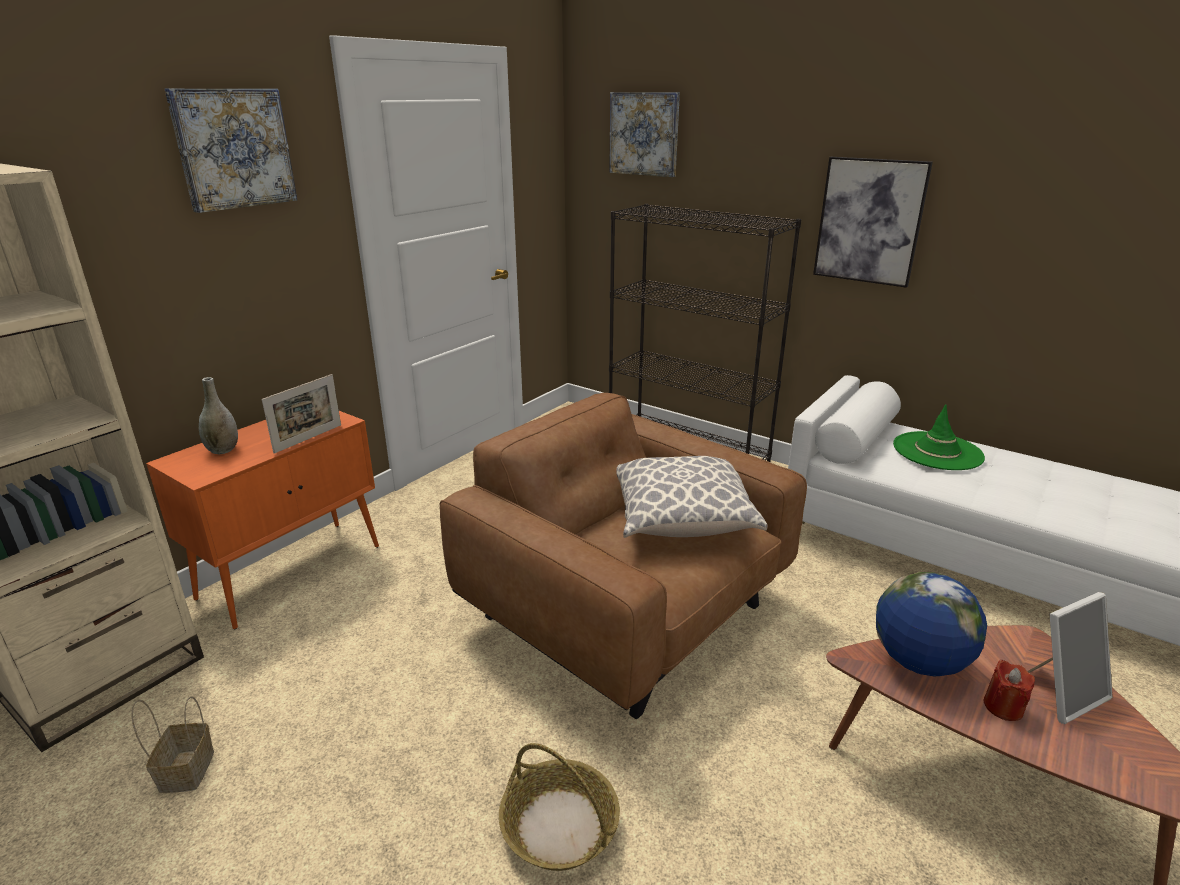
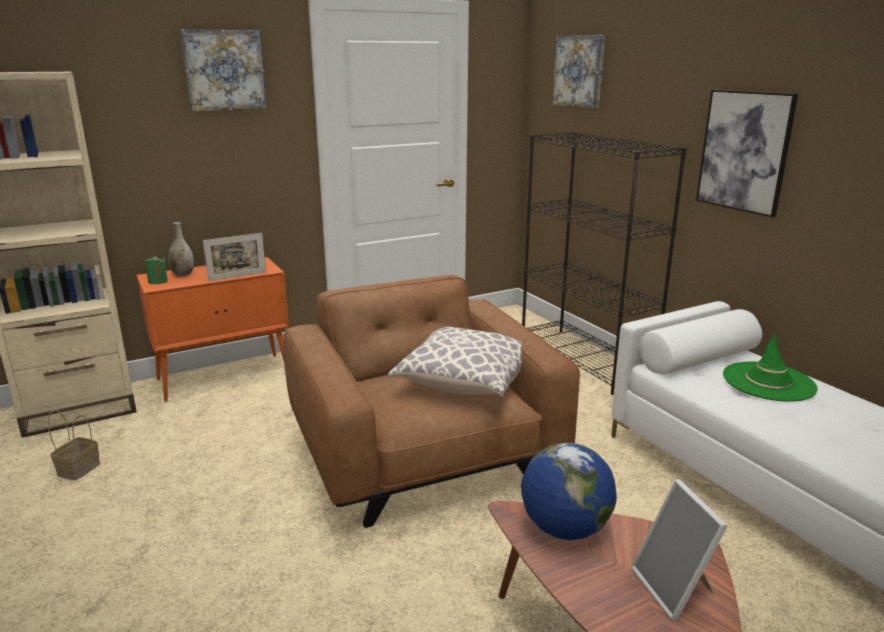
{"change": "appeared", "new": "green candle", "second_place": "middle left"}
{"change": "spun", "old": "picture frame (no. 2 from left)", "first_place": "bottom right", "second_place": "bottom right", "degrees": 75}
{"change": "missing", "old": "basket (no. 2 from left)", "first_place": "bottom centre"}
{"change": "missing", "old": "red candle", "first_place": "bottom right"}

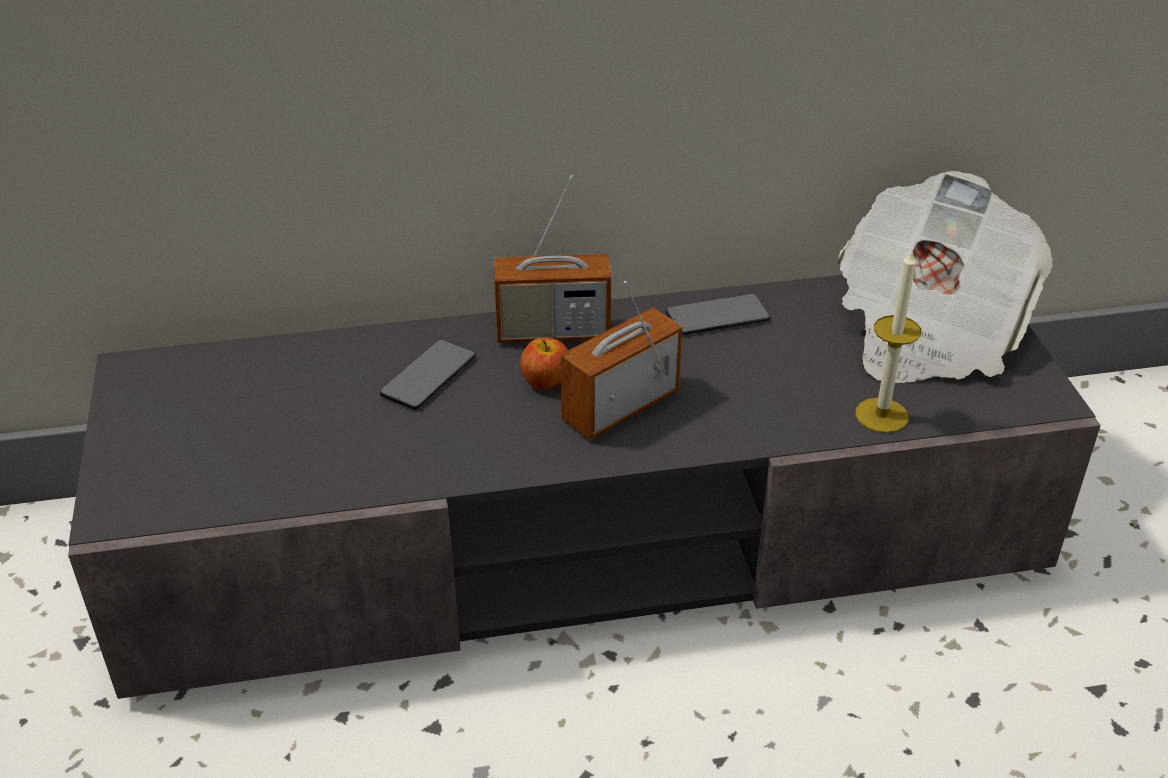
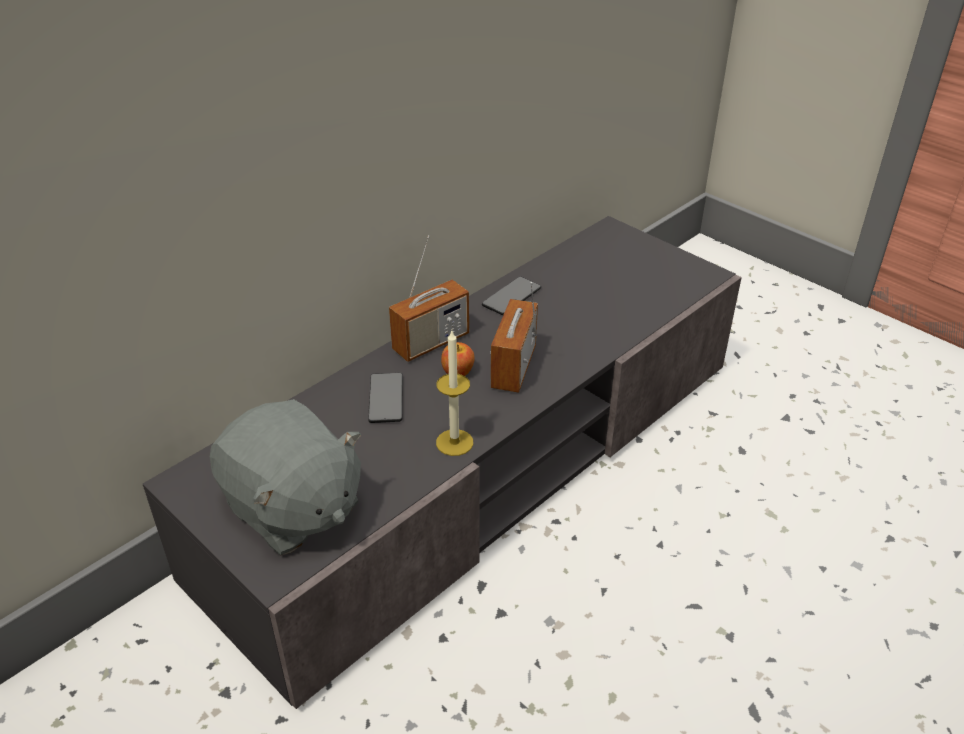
{"change": "appeared", "new": "grey plush toy", "second_place": "middle left"}
{"change": "relocated", "old": "candle", "first_place": "middle right", "second_place": "centre"}
{"change": "missing", "old": "newspaper", "first_place": "middle right"}

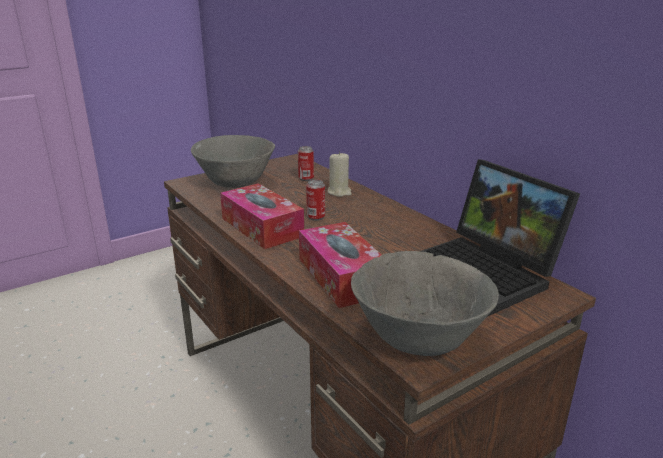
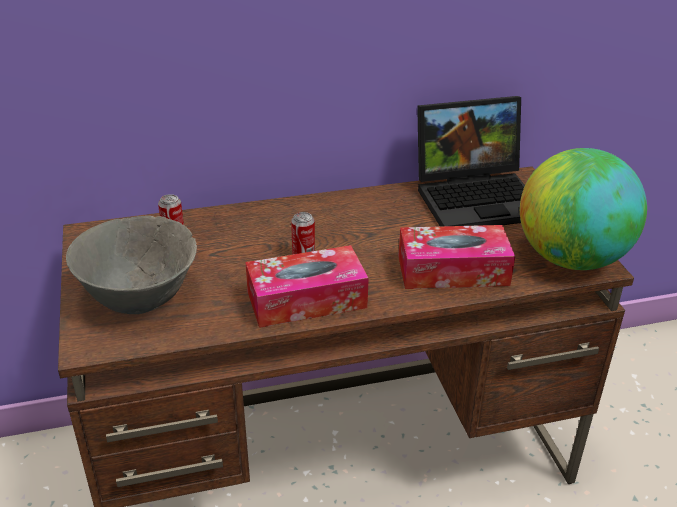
{"change": "exchanged", "old": "grey bowl (no. 2 from left)", "new": "globe", "first_place": "centre", "second_place": "middle right"}
{"change": "missing", "old": "beige candle", "first_place": "centre"}

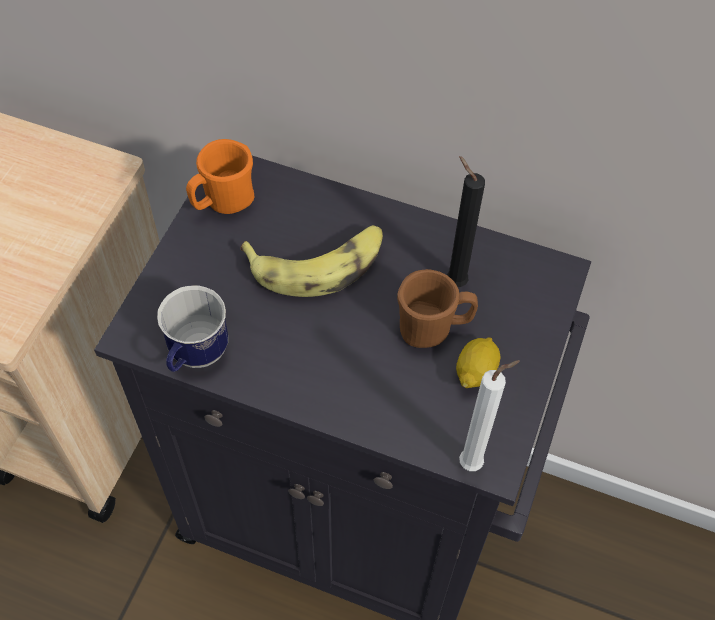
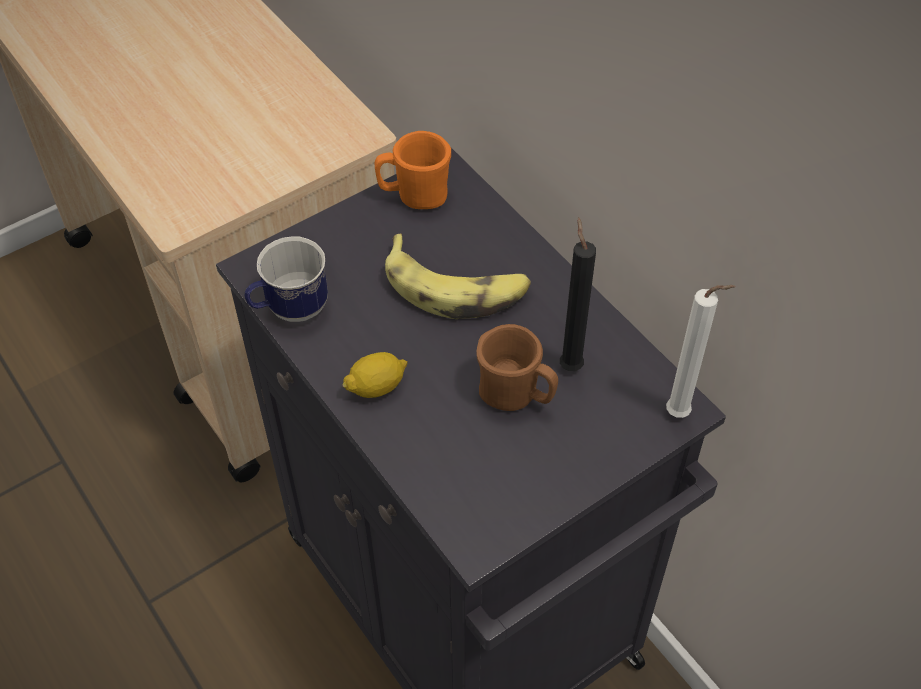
{"change": "relocated", "old": "lemon", "first_place": "middle right", "second_place": "centre"}
{"change": "relocated", "old": "white candle", "first_place": "bottom right", "second_place": "middle right"}

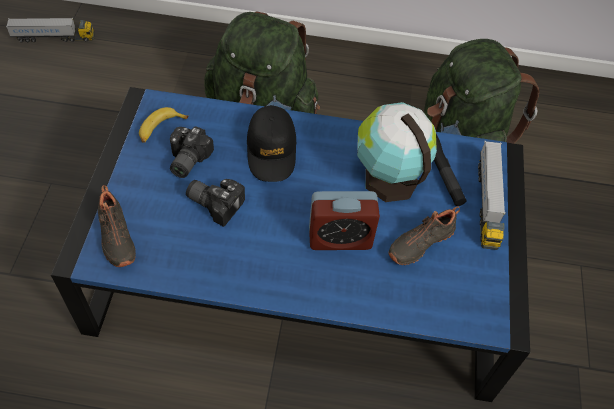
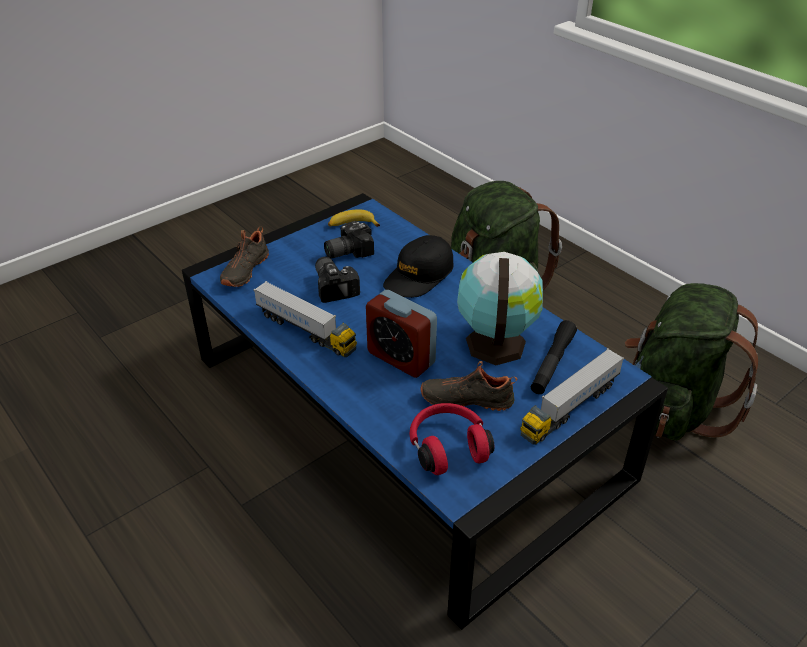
{"change": "relocated", "old": "toy truck (no. 1 from left)", "first_place": "top left", "second_place": "centre"}
{"change": "appeared", "new": "red headphones", "second_place": "bottom centre"}

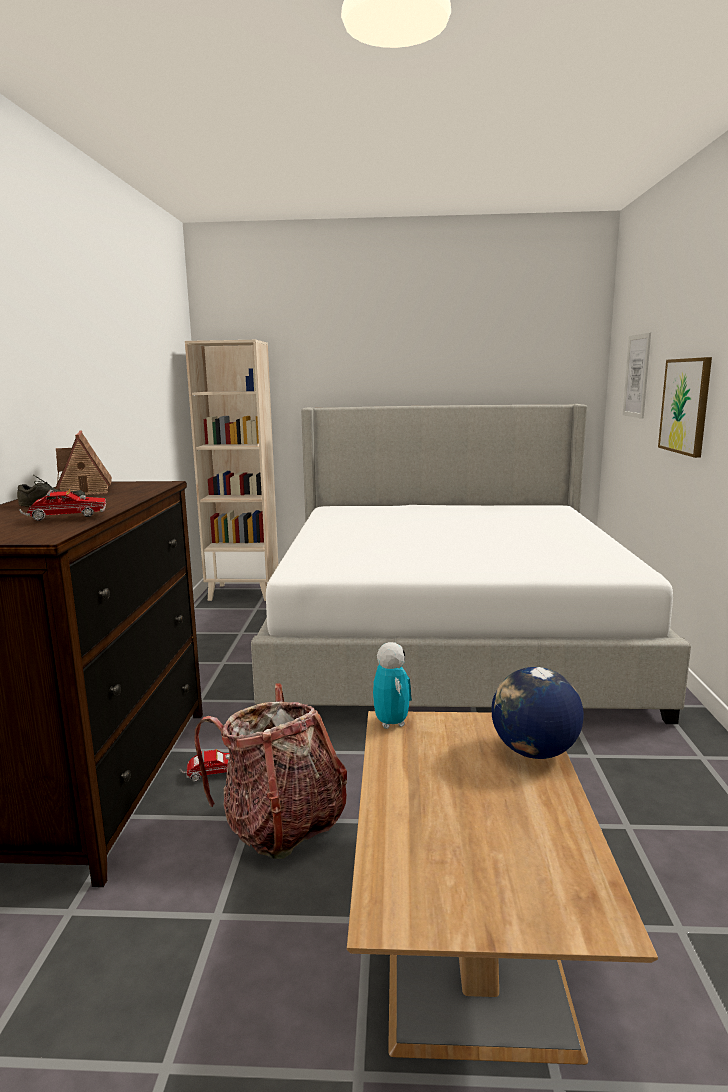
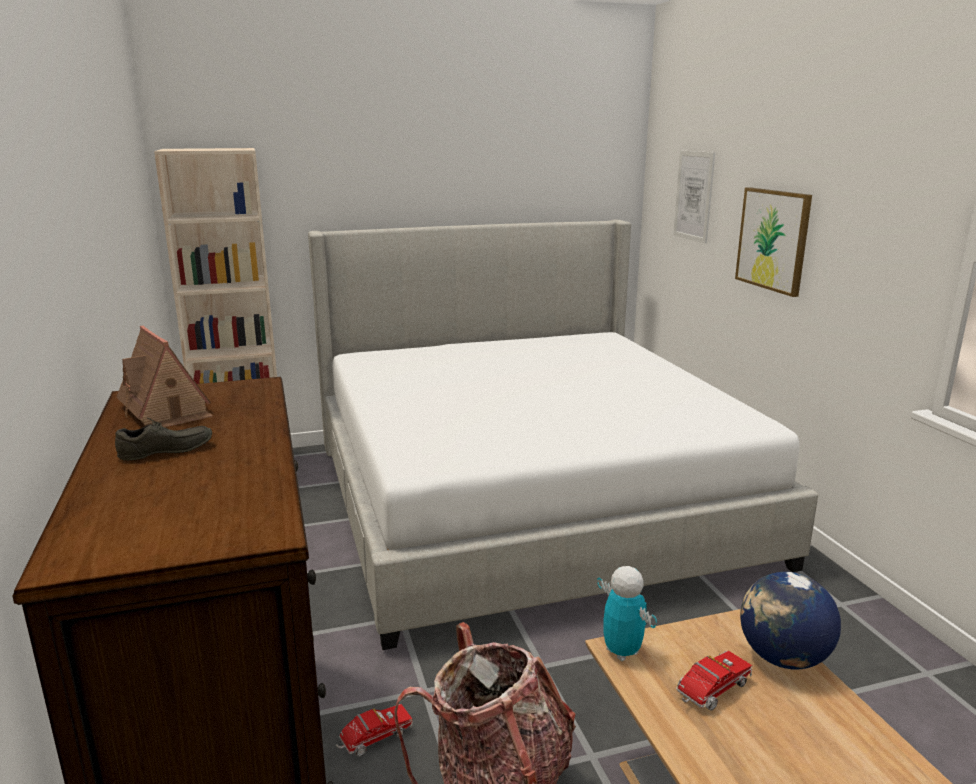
{"change": "relocated", "old": "toy truck (no. 1 from left in the first image)", "new": "toy truck (no. 2 from left)", "first_place": "middle left", "second_place": "bottom right"}

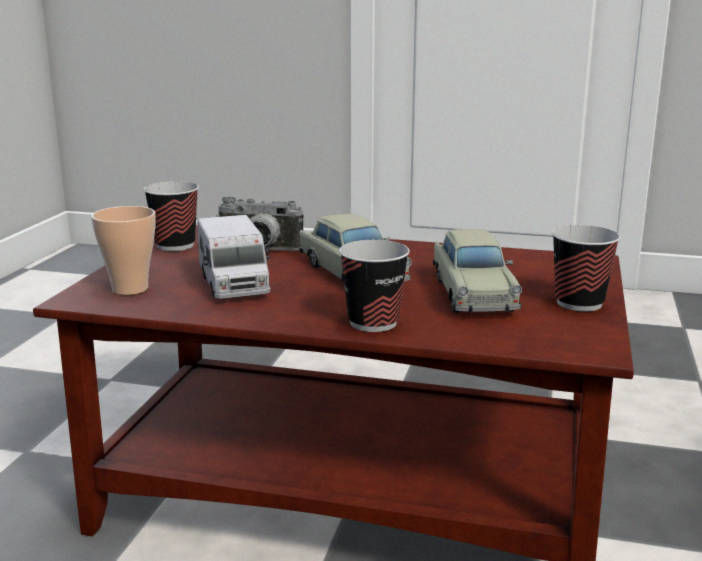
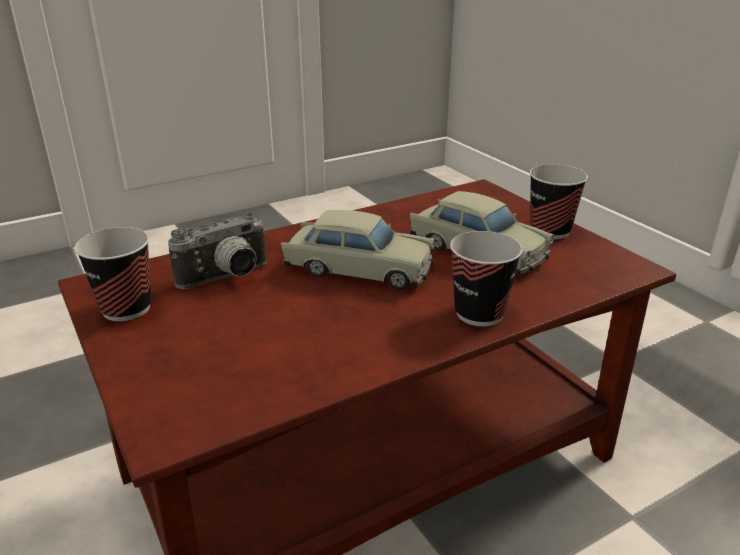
{"change": "missing", "old": "cup (no. 1 from left)", "first_place": "middle left"}
{"change": "missing", "old": "toy truck", "first_place": "centre"}

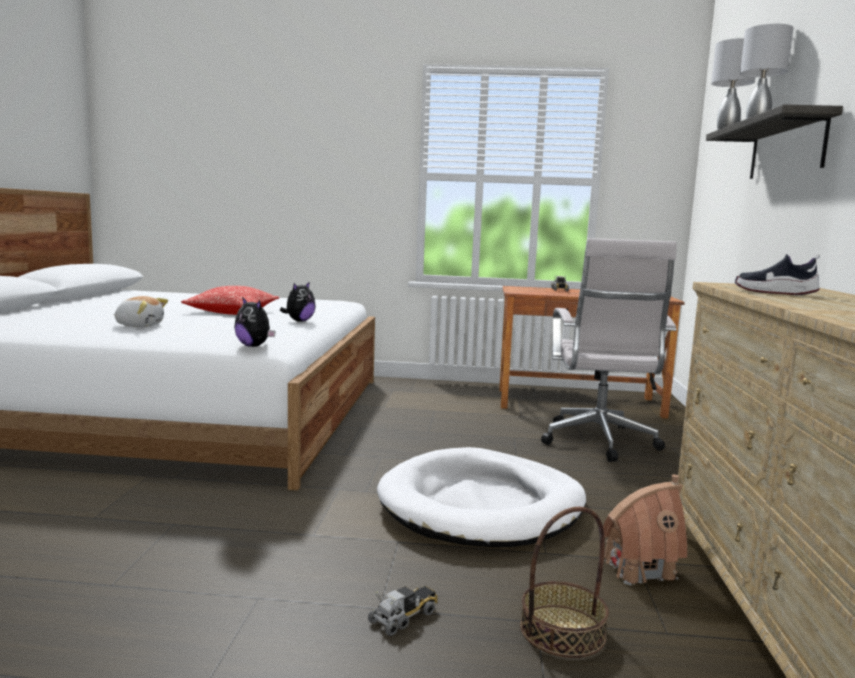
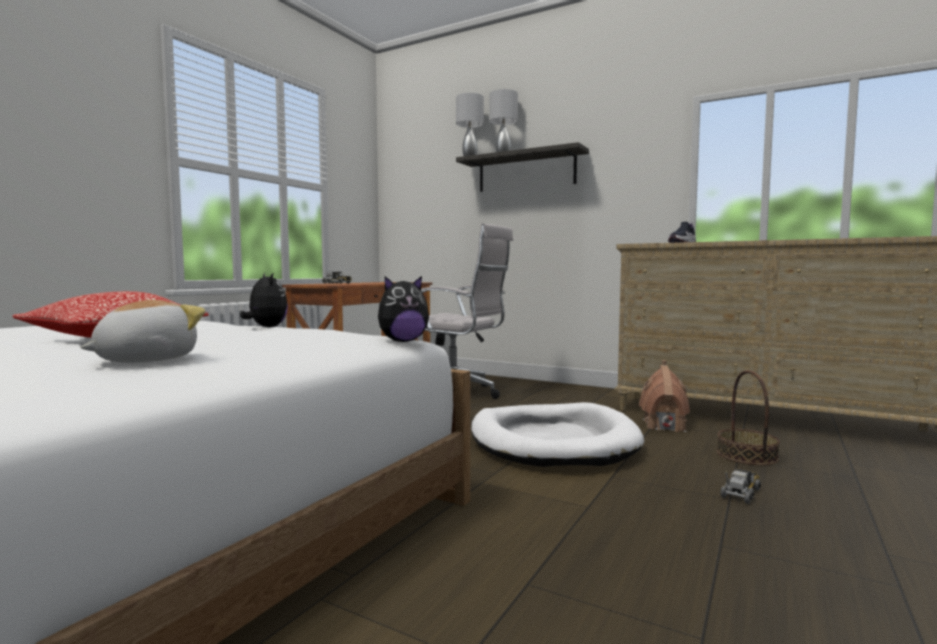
{"change": "spun", "old": "toy truck (no. 1 from left in the first image)", "first_place": "bottom centre", "second_place": "bottom right", "degrees": 60}

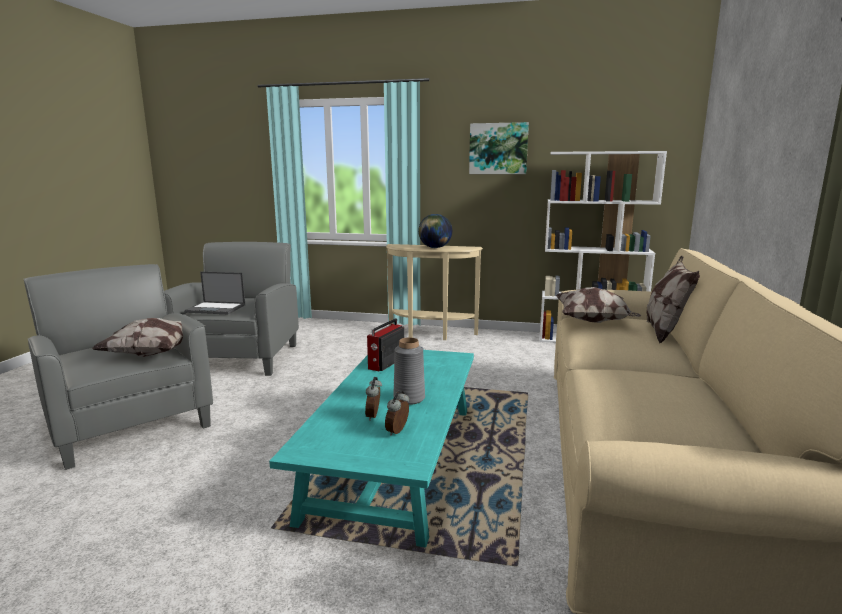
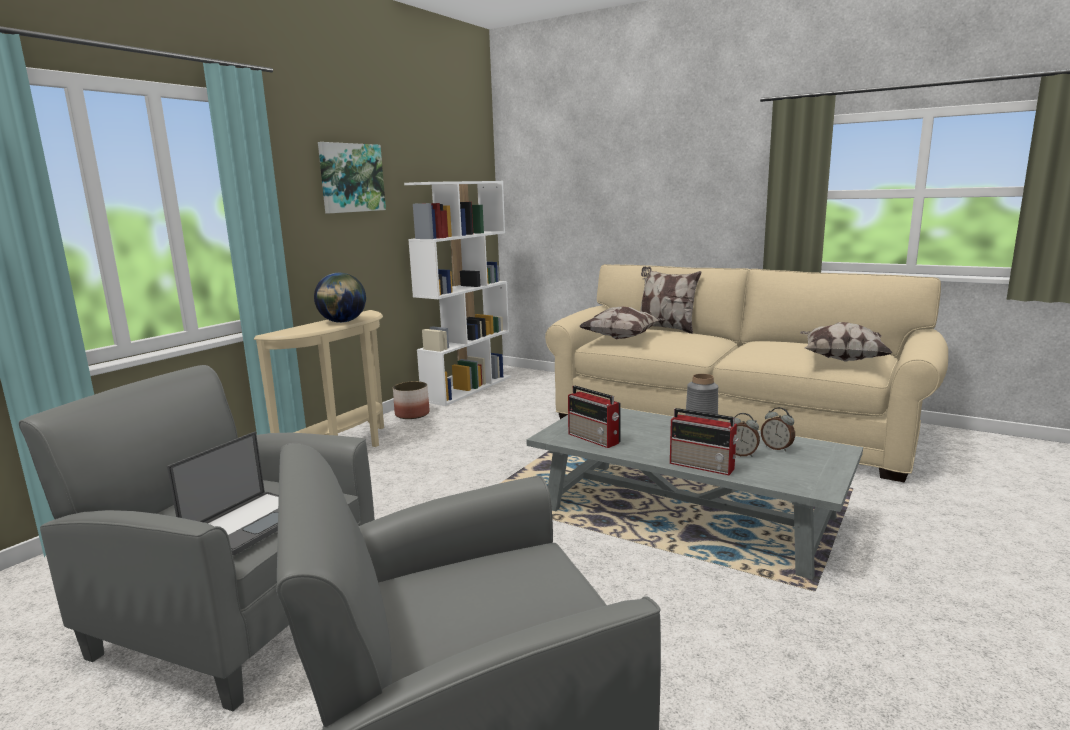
{"change": "appeared", "new": "planter", "second_place": "centre"}
{"change": "colour", "old": "turquoise coffee table", "new": "grey coffee table", "first_place": "bottom centre", "second_place": "bottom centre"}
{"change": "appeared", "new": "radio (no. 2 from left)", "second_place": "centre"}
{"change": "relocated", "old": "pillow (no. 1 from left in the first image)", "new": "pillow (no. 3 from left)", "first_place": "middle left", "second_place": "middle right"}

